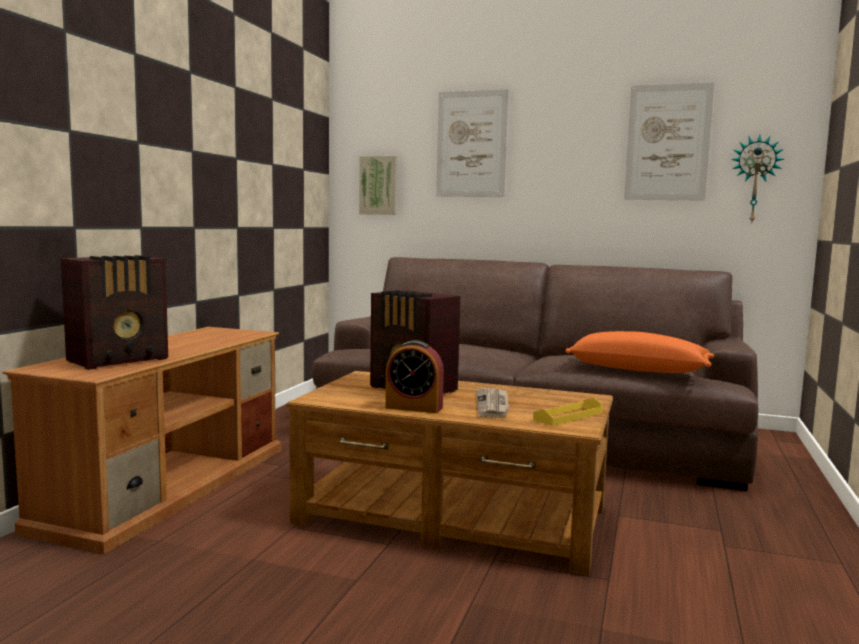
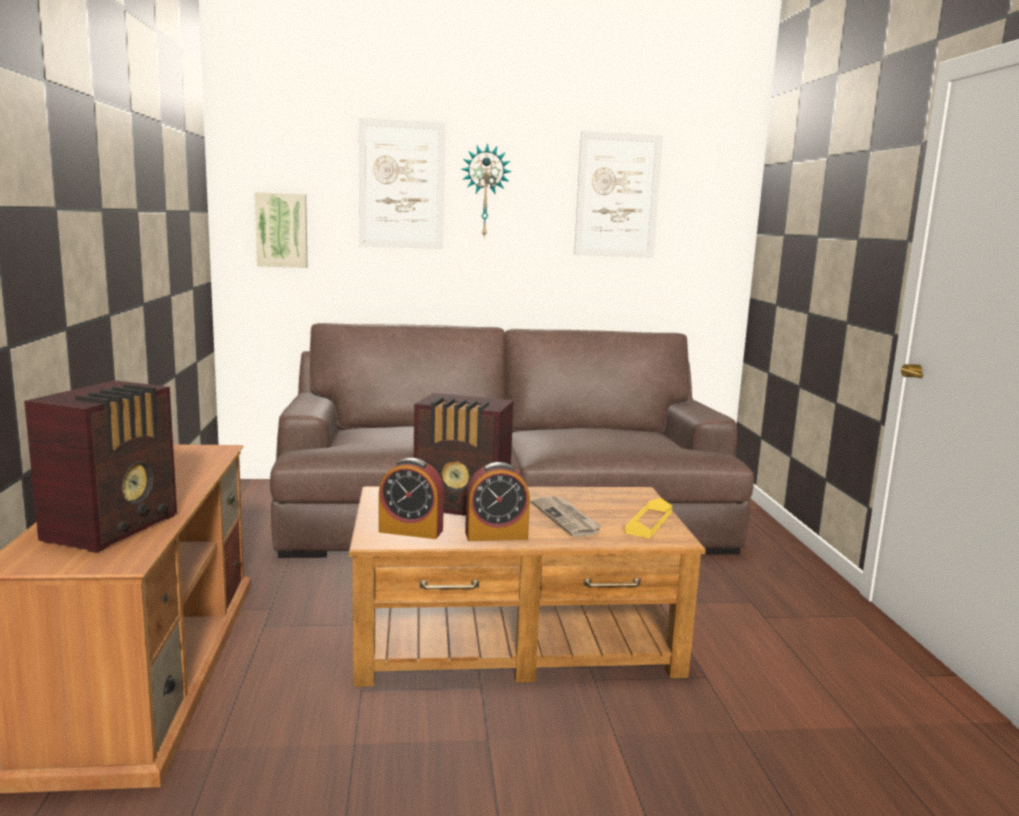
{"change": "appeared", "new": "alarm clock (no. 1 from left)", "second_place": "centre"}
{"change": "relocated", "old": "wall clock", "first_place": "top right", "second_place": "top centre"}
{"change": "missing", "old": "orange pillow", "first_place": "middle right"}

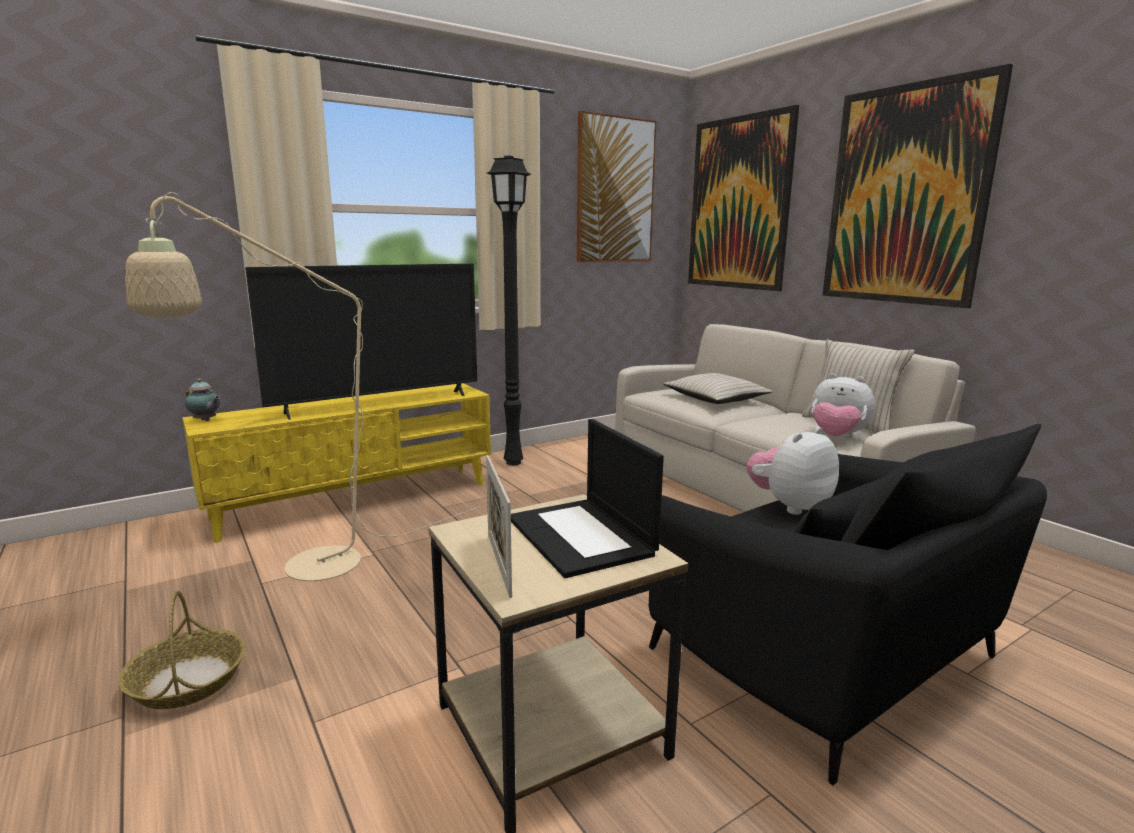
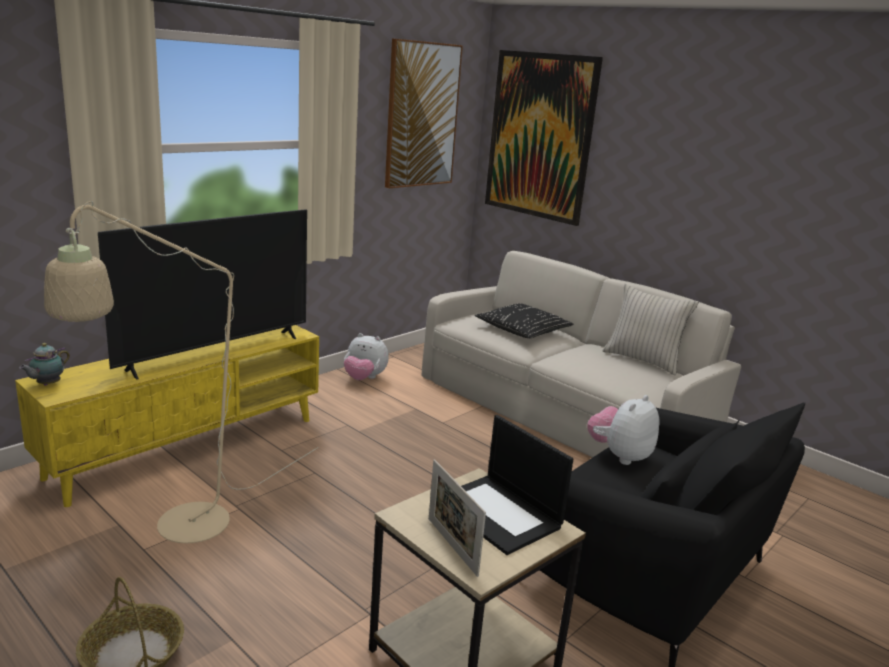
{"change": "spun", "old": "teapot", "first_place": "middle left", "second_place": "middle left", "degrees": 105}
{"change": "relocated", "old": "plush toy (no. 2 from left in the first image)", "new": "plush toy (no. 1 from left)", "first_place": "middle right", "second_place": "centre"}
{"change": "colour", "old": "beige pillow (no. 1 from left)", "new": "black pillow", "first_place": "centre", "second_place": "centre"}
{"change": "missing", "old": "black floor lamp", "first_place": "centre"}
{"change": "missing", "old": "picture (no. 3 from left)", "first_place": "top right"}

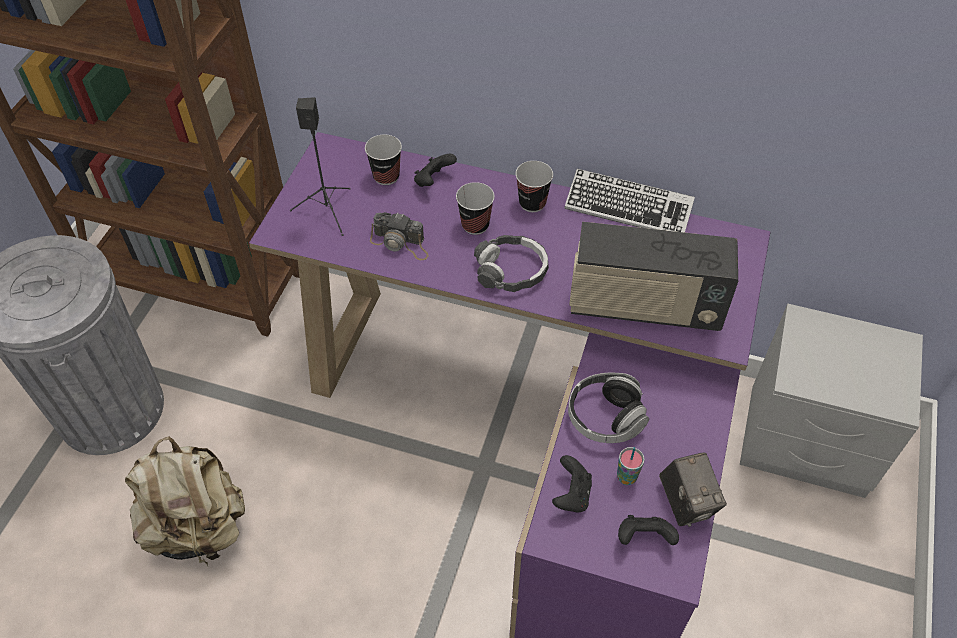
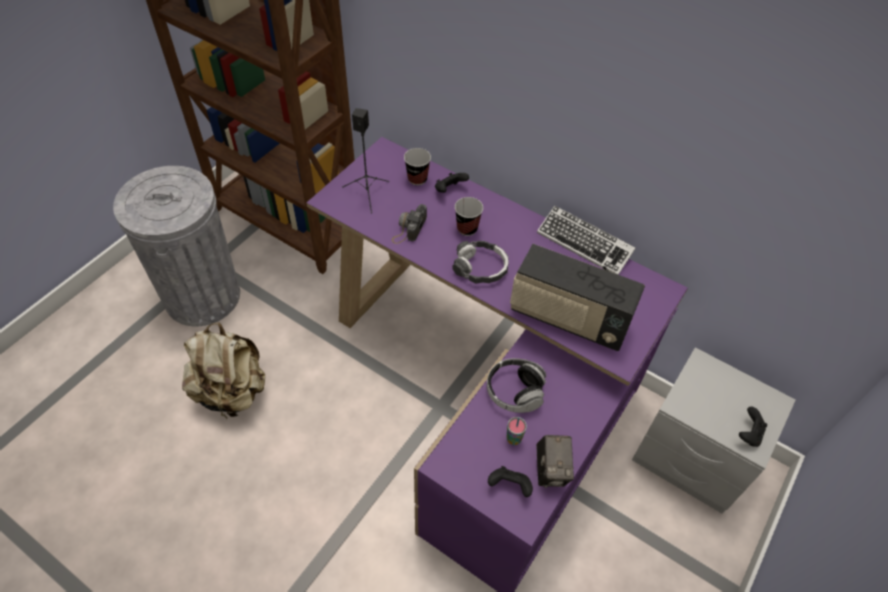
{"change": "spun", "old": "photo camera (no. 1 from left)", "first_place": "centre", "second_place": "centre", "degrees": 75}
{"change": "relocated", "old": "black game controller (no. 2 from left in the first image)", "new": "black game controller (no. 3 from left)", "first_place": "bottom centre", "second_place": "bottom right"}
{"change": "missing", "old": "cup (no. 3 from left)", "first_place": "top centre"}

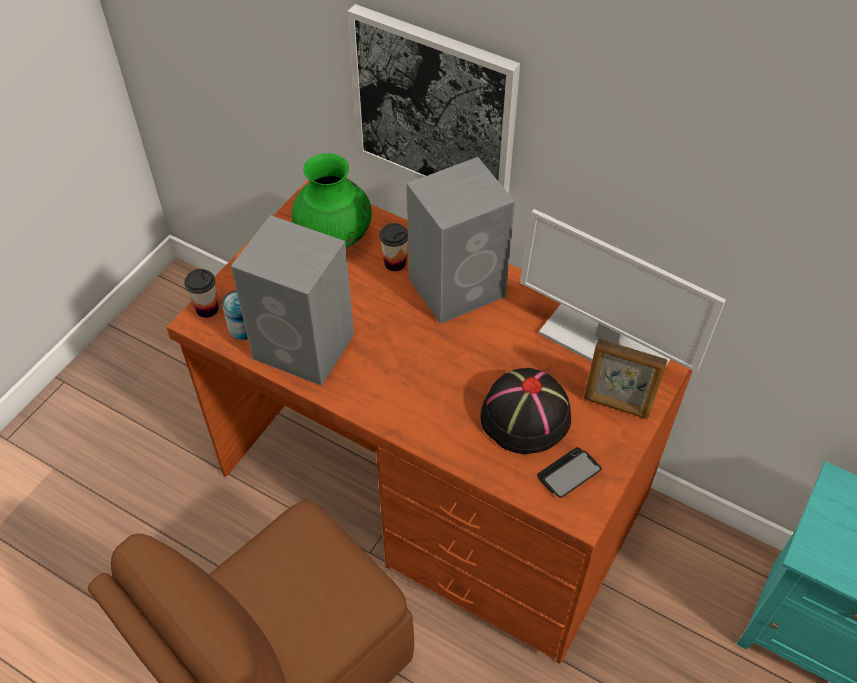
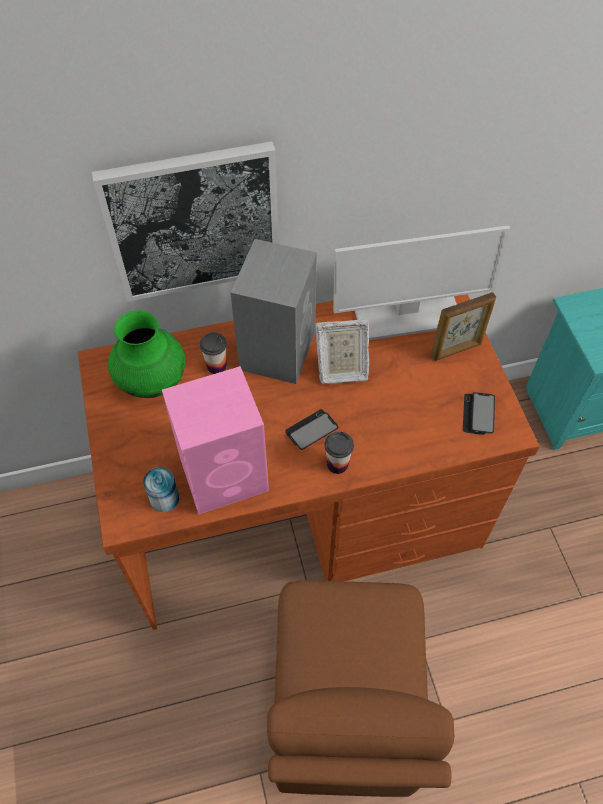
{"change": "colour", "old": "grey speaker (no. 1 from left)", "new": "pink speaker", "first_place": "centre", "second_place": "centre"}
{"change": "appeared", "new": "phone (no. 1 from left)", "second_place": "centre"}
{"change": "appeared", "new": "picture frame (no. 1 from left)", "second_place": "centre"}
{"change": "relocated", "old": "cup (no. 1 from left in the first image)", "new": "cup (no. 2 from left)", "first_place": "middle left", "second_place": "centre"}
{"change": "missing", "old": "black hat", "first_place": "centre"}

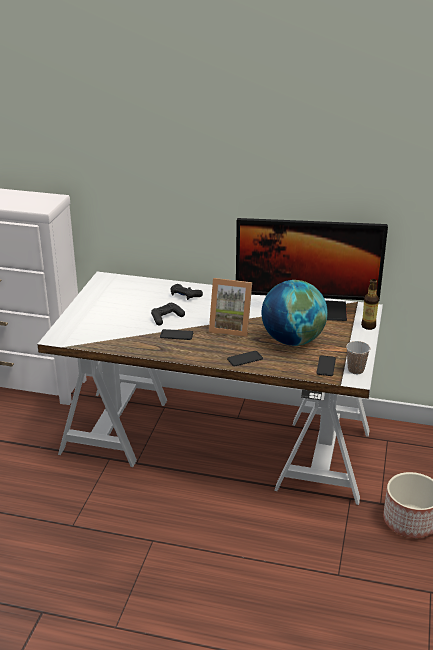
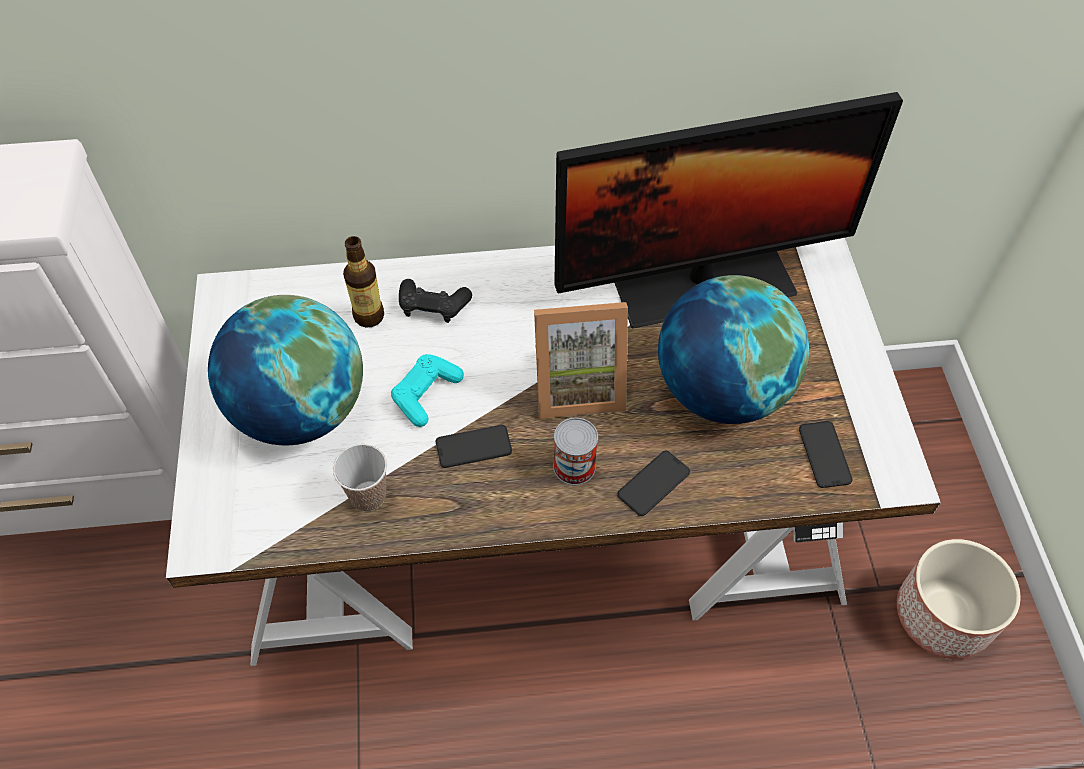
{"change": "appeared", "new": "globe (no. 1 from left)", "second_place": "middle left"}
{"change": "relocated", "old": "cup", "first_place": "middle right", "second_place": "middle left"}
{"change": "relocated", "old": "bottle", "first_place": "middle right", "second_place": "centre"}
{"change": "colour", "old": "black game controller (no. 1 from left)", "new": "turquoise game controller", "first_place": "centre", "second_place": "centre"}
{"change": "appeared", "new": "can", "second_place": "centre"}

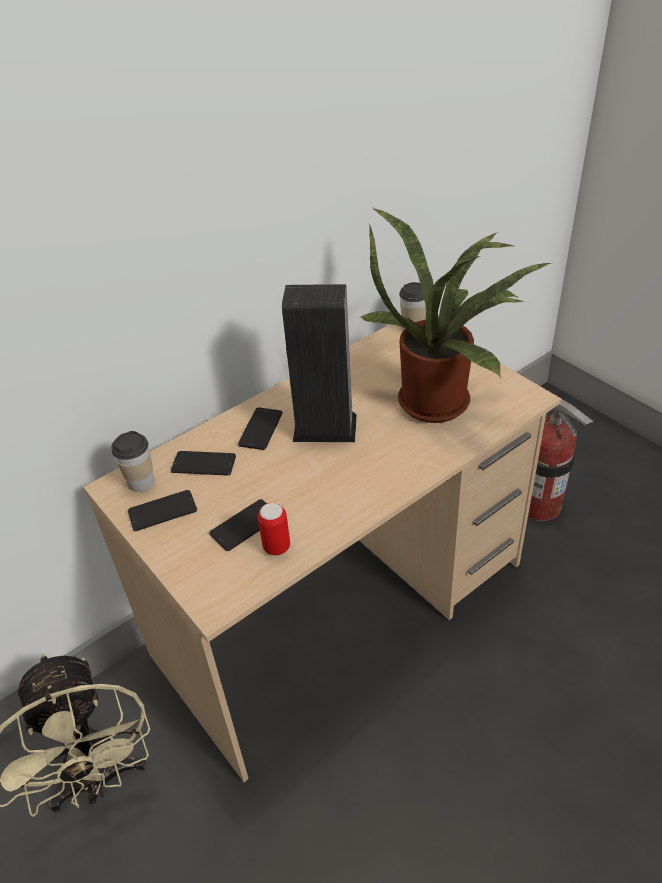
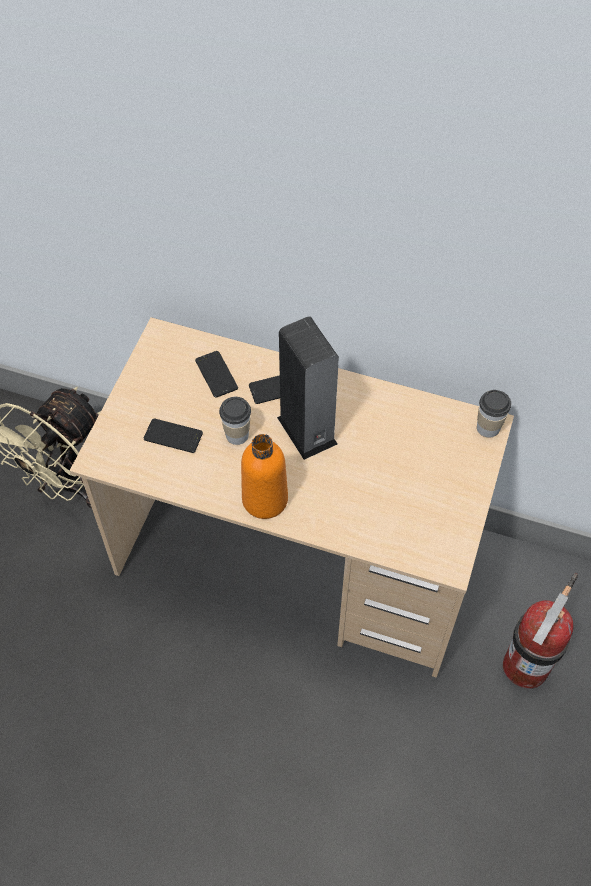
{"change": "relocated", "old": "cup (no. 1 from left)", "first_place": "middle left", "second_place": "centre"}
{"change": "appeared", "new": "orange bottle", "second_place": "centre"}
{"change": "missing", "old": "phone (no. 1 from left)", "first_place": "middle left"}
{"change": "missing", "old": "can", "first_place": "centre"}
{"change": "missing", "old": "potted plant", "first_place": "middle right"}

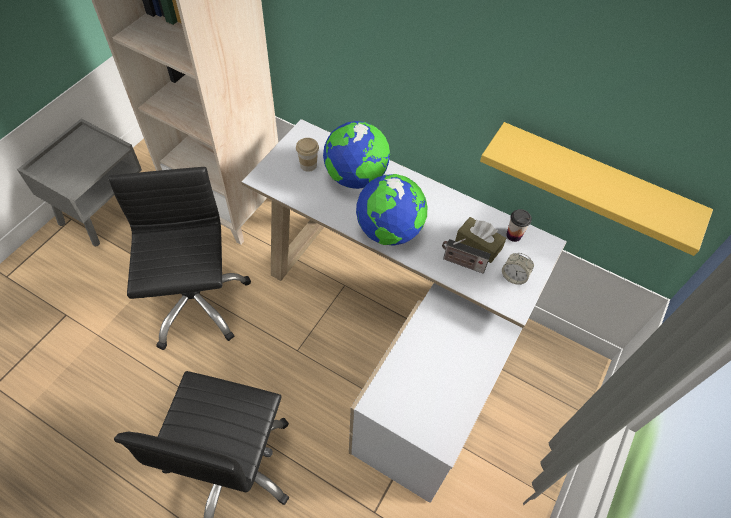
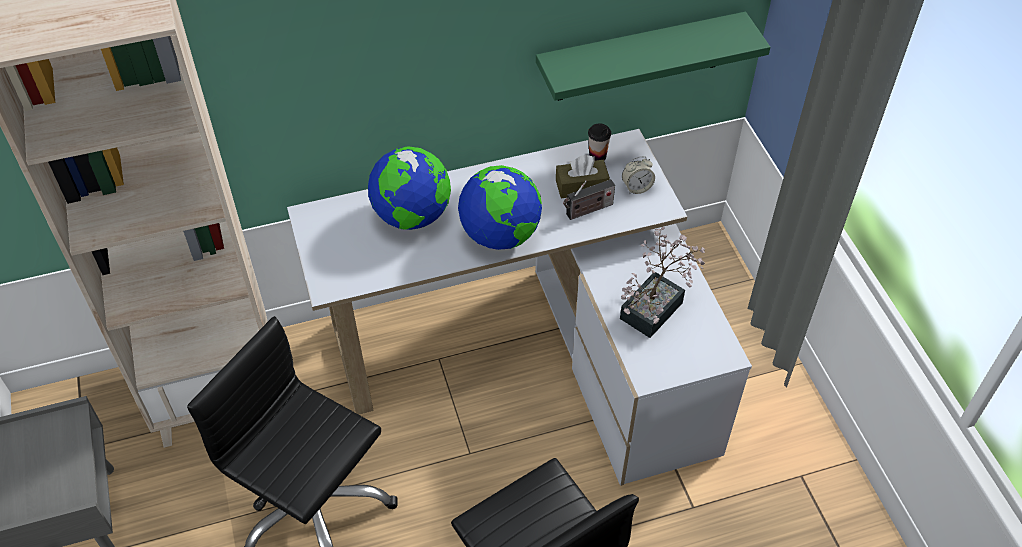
{"change": "colour", "old": "yellow shelf", "new": "green shelf", "first_place": "middle right", "second_place": "top centre"}
{"change": "appeared", "new": "potted plant", "second_place": "centre"}
{"change": "missing", "old": "cup (no. 1 from left)", "first_place": "top centre"}

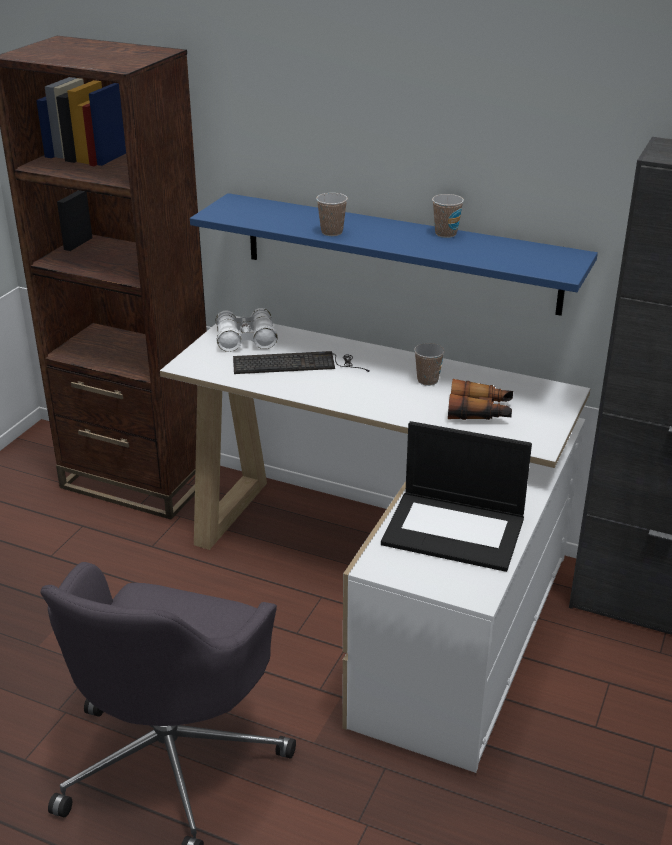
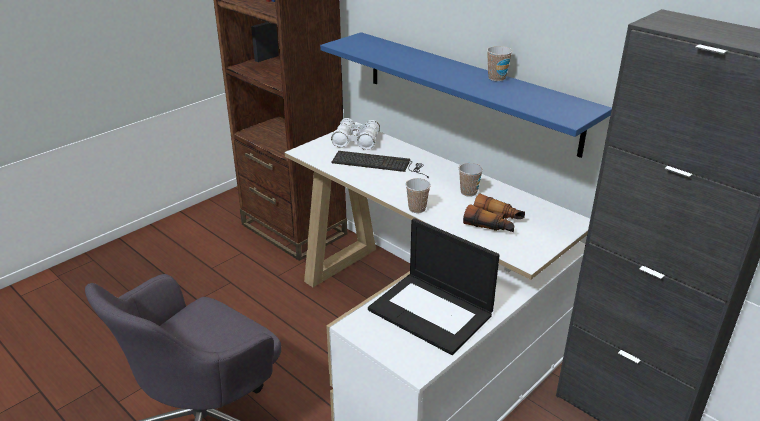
{"change": "relocated", "old": "cup (no. 1 from left)", "first_place": "top centre", "second_place": "centre"}

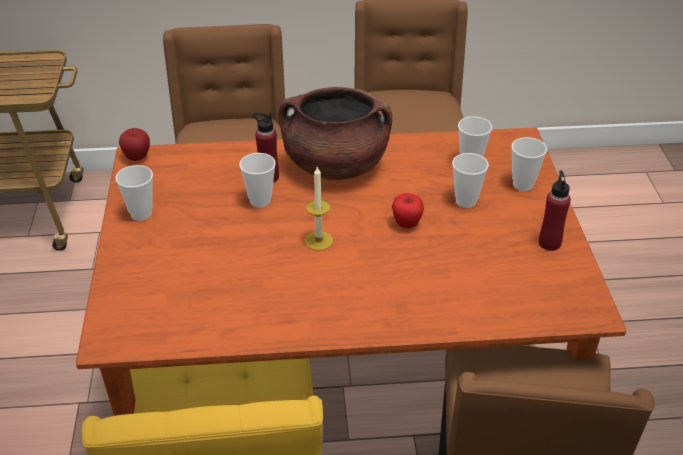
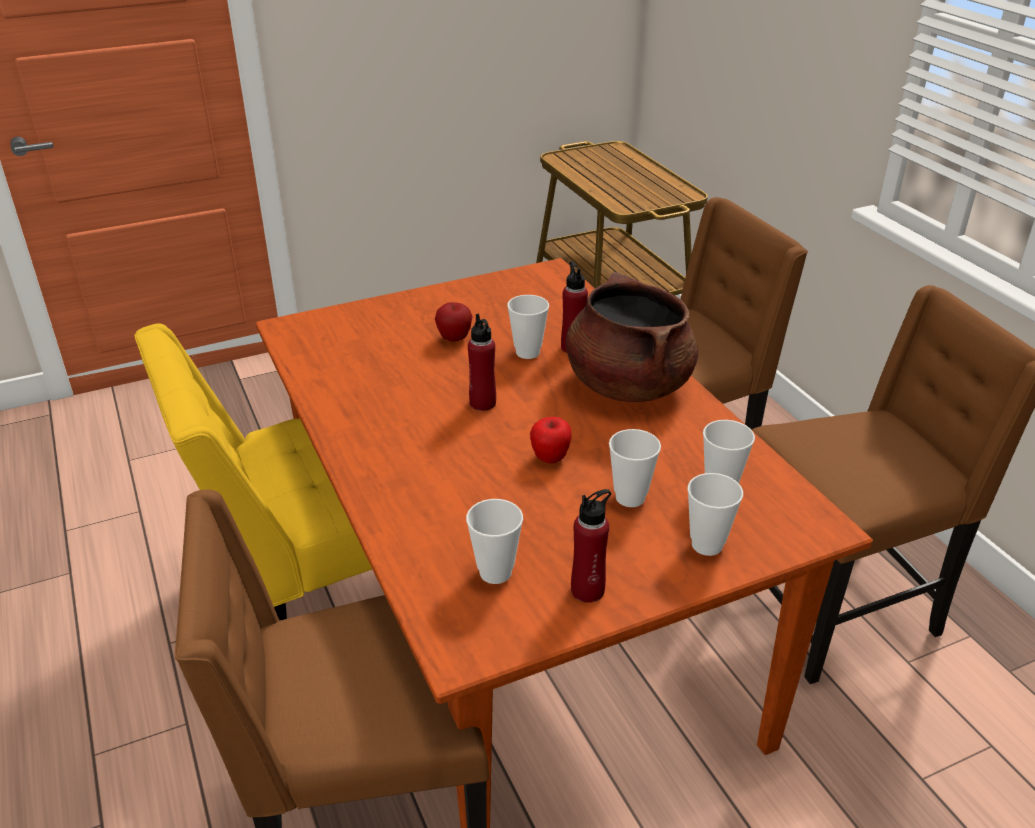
{"change": "relocated", "old": "apple (no. 1 from left)", "first_place": "top left", "second_place": "centre"}
{"change": "relocated", "old": "cup (no. 1 from left)", "first_place": "middle left", "second_place": "centre"}
{"change": "exchanged", "old": "candle", "new": "red bottle (no. 1 from left)", "first_place": "centre", "second_place": "centre"}

